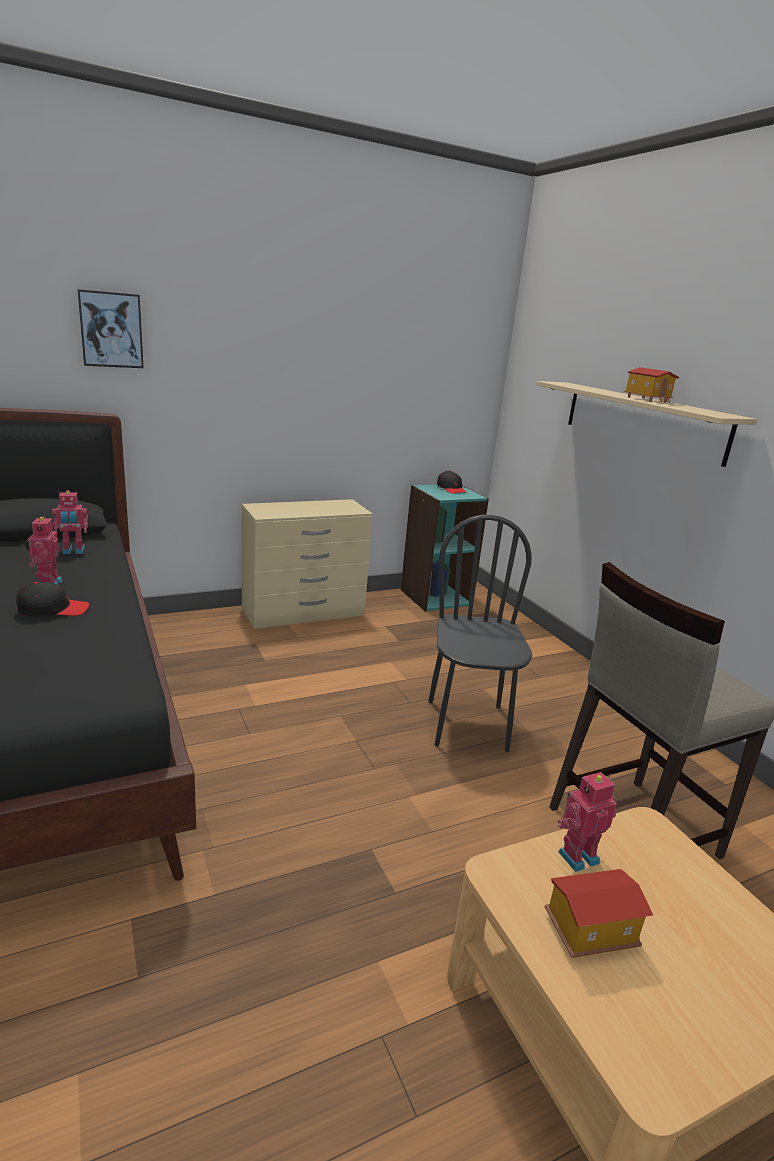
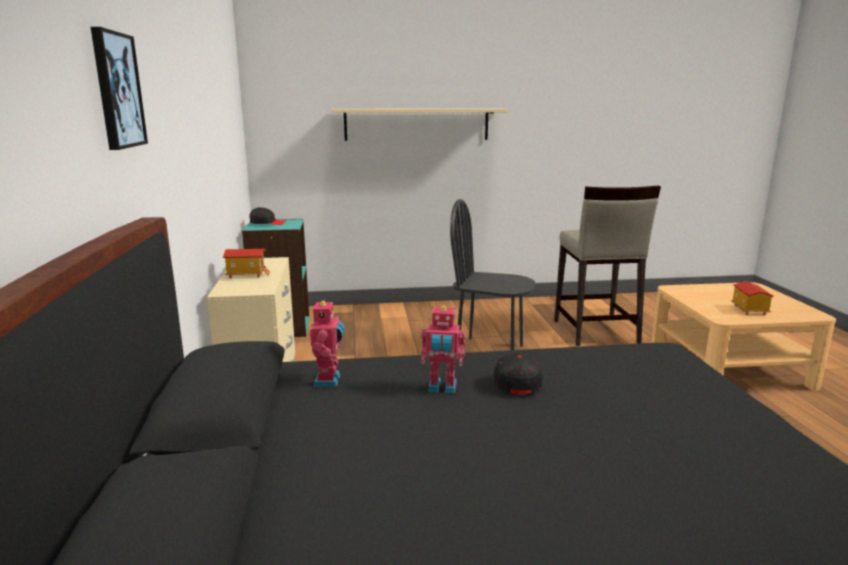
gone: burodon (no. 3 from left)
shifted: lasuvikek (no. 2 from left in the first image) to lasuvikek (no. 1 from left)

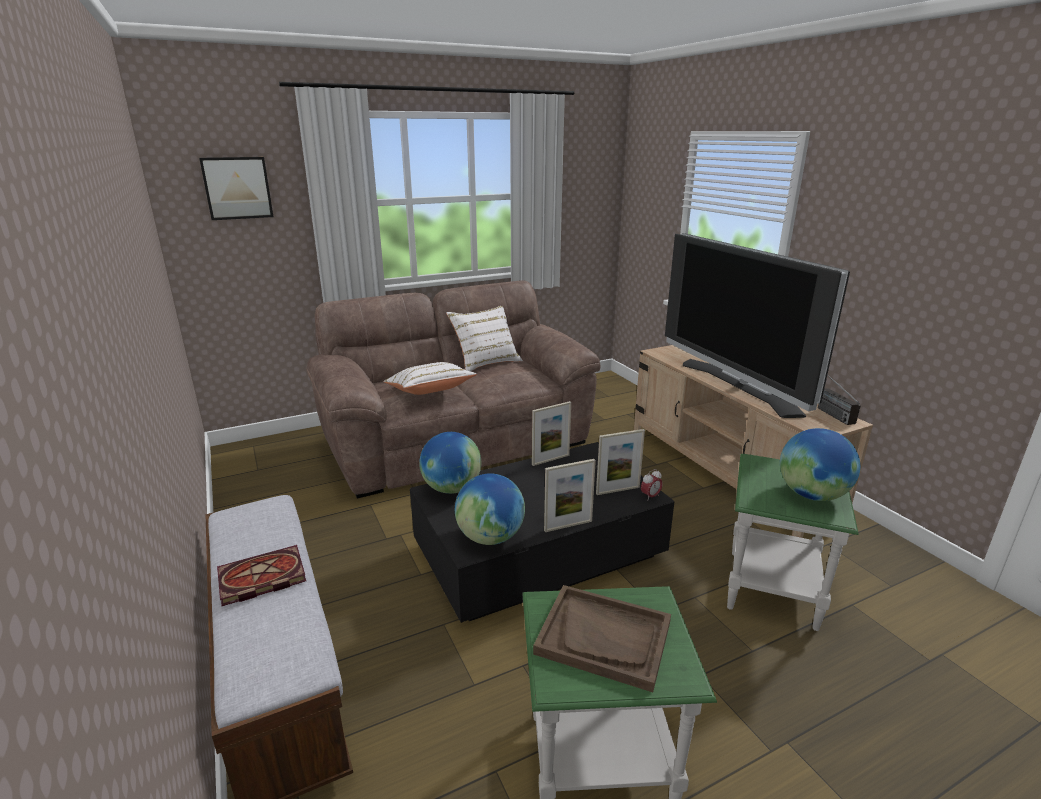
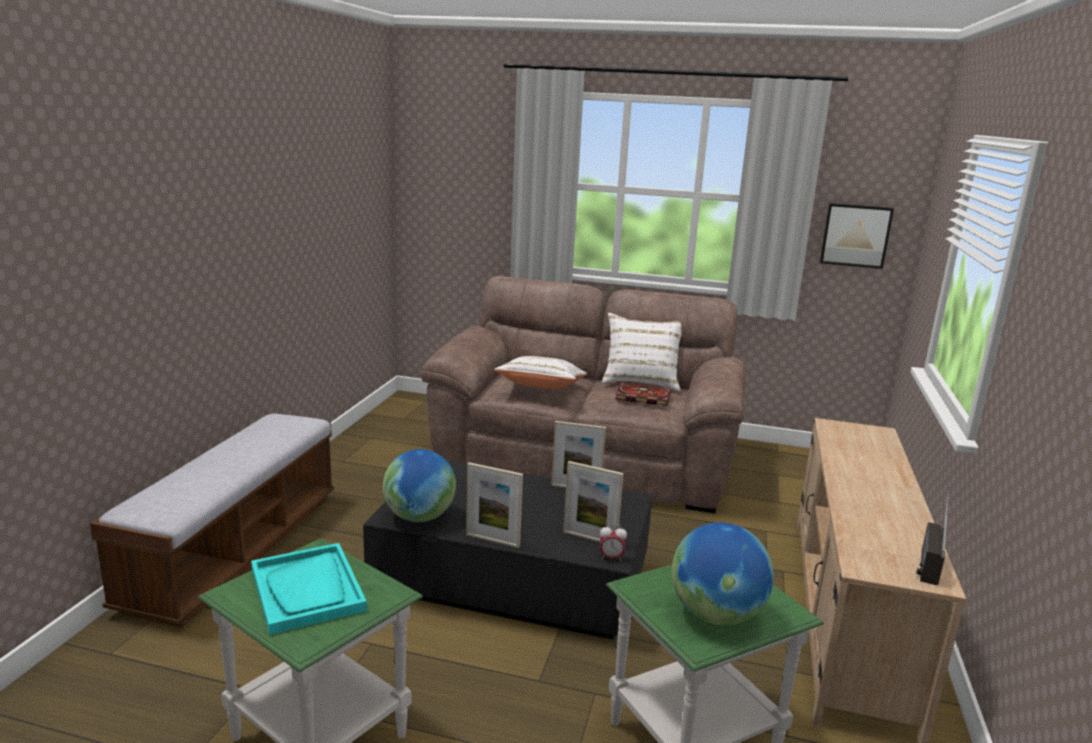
gone: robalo; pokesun (no. 1 from left)
shifted: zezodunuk; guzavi
repainted: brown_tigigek to turquoise_tigigek

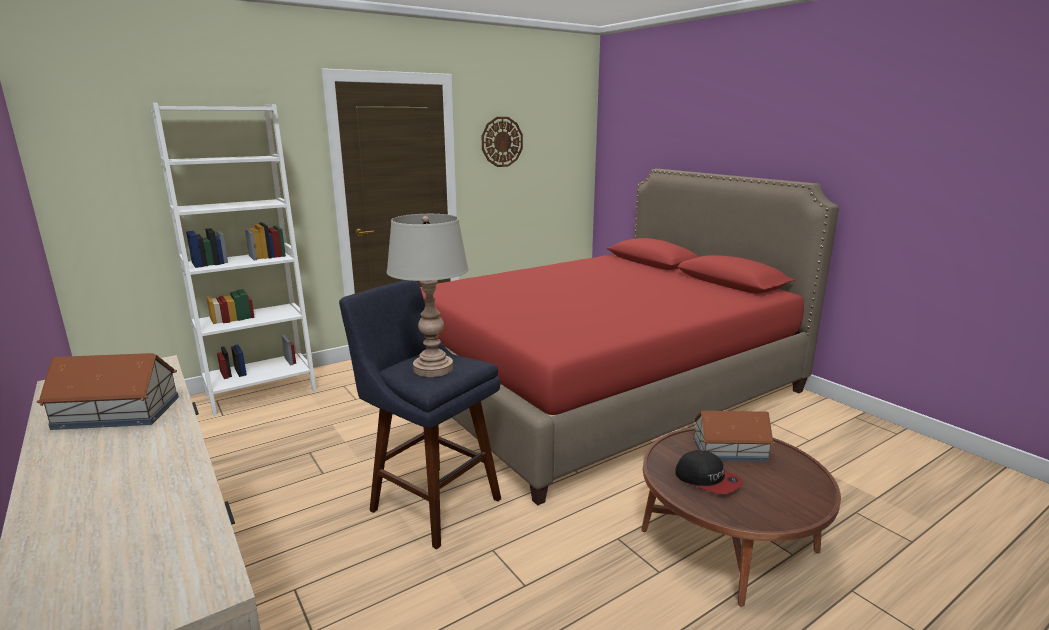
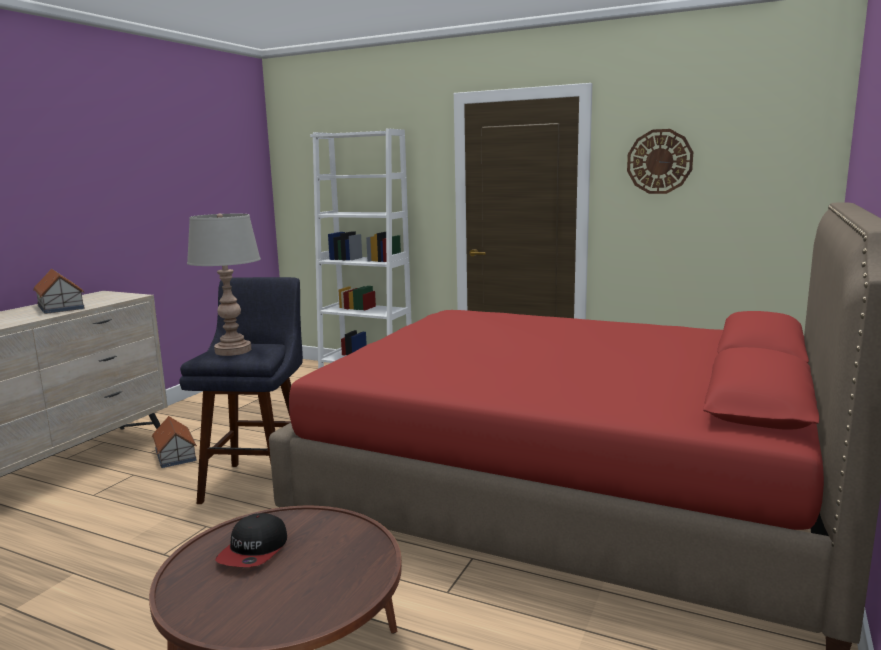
shifted: lasuvikek (no. 2 from left)

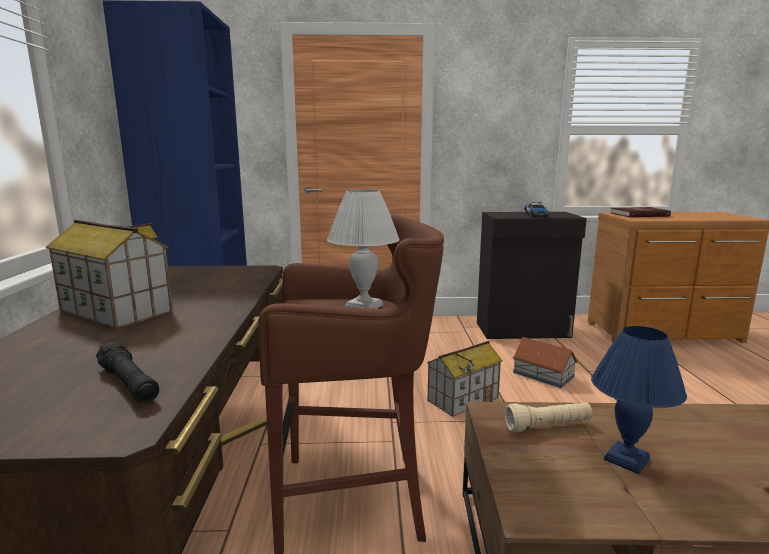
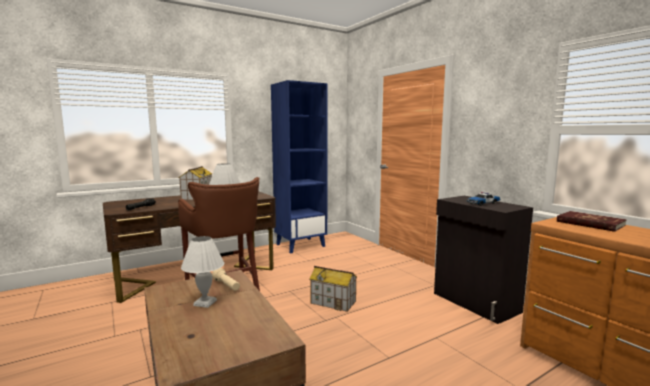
gone: lasuvikek (no. 3 from left)
repainted: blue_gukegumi to white_gukegumi (no. 1 from left)

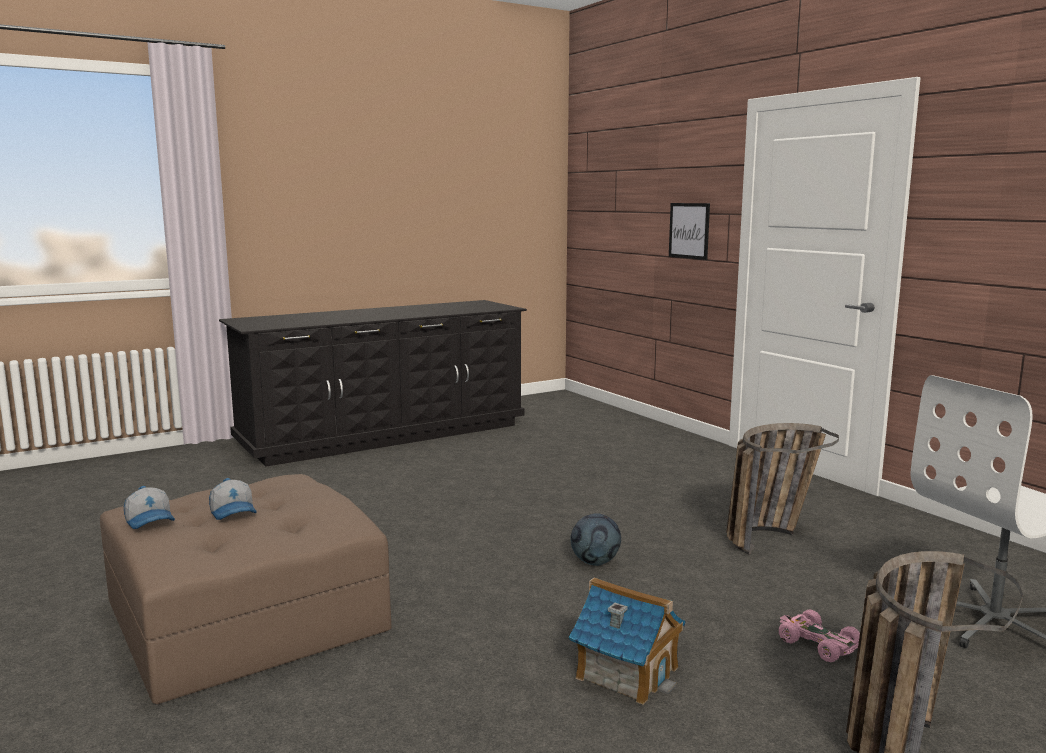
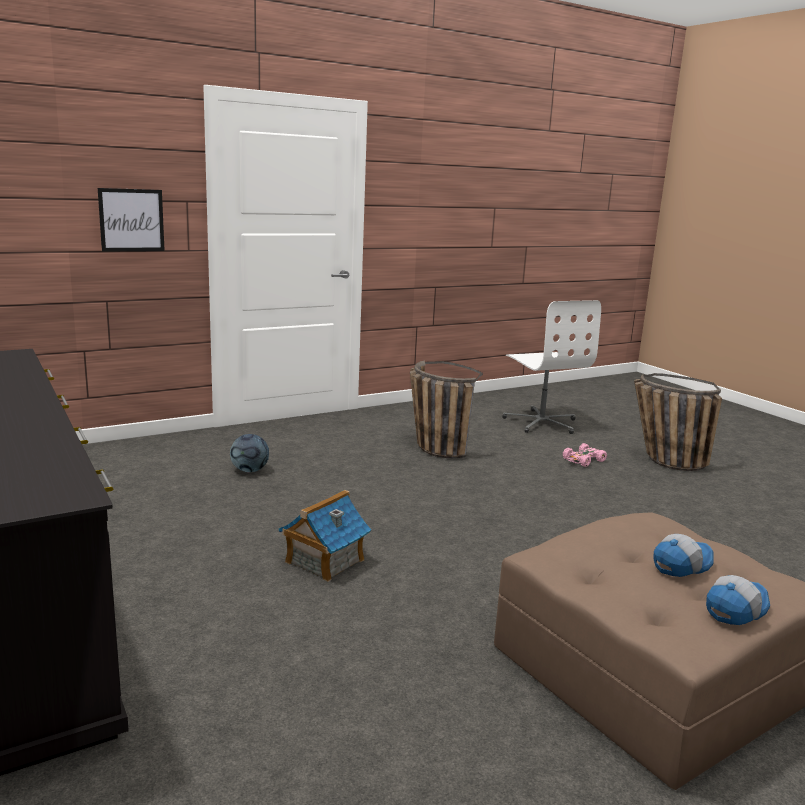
shifted: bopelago; lasuvikek

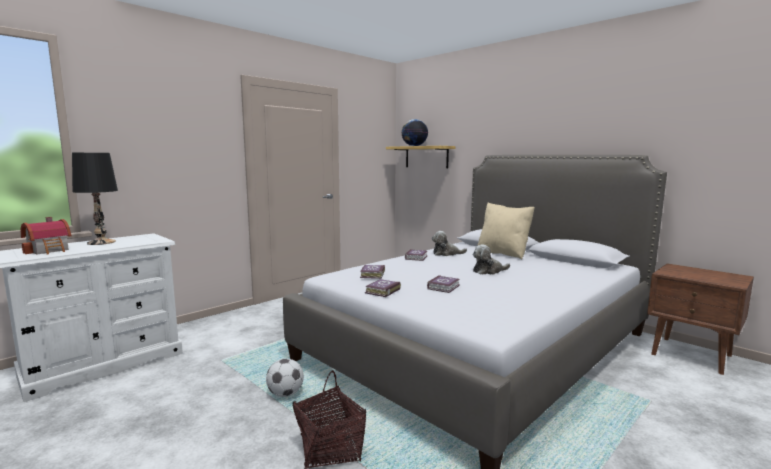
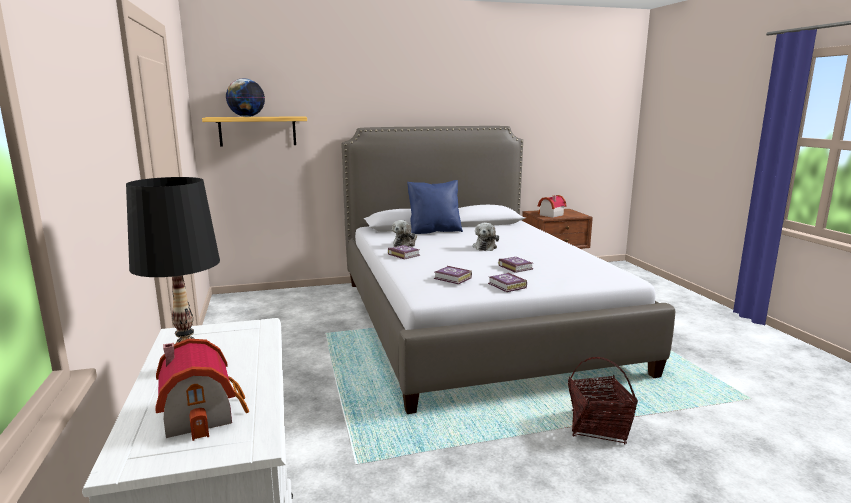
gone: bopelago
new: lasuvikek (no. 2 from left)
repainted: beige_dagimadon to blue_dagimadon

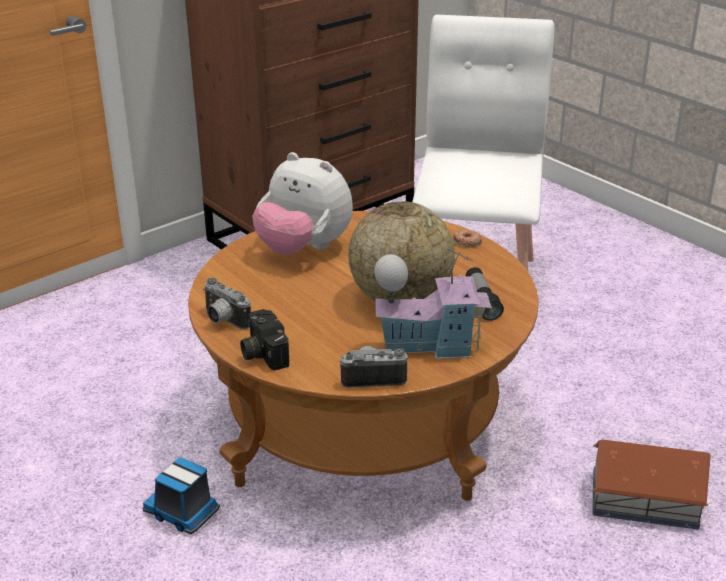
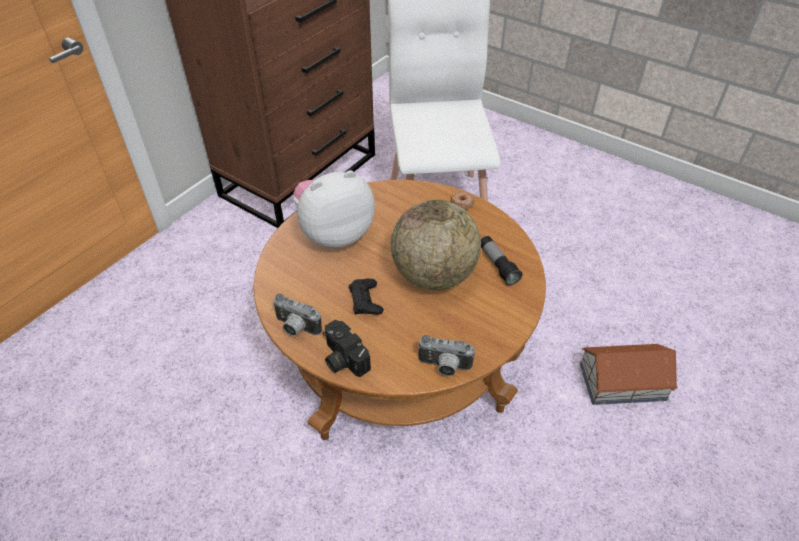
gone: lasuvikek (no. 1 from left); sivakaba
new: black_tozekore
rotated: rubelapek 135 degrees clockwise; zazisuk (no. 3 from left) 150 degrees counterclockwise

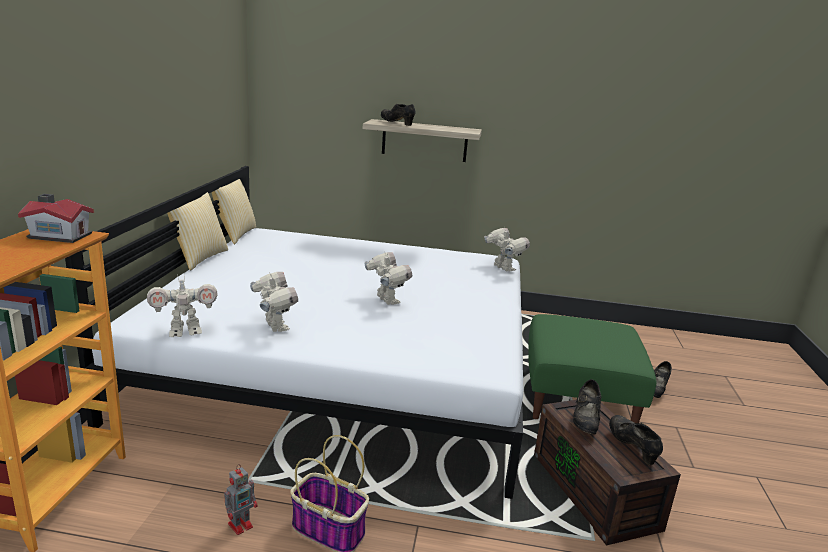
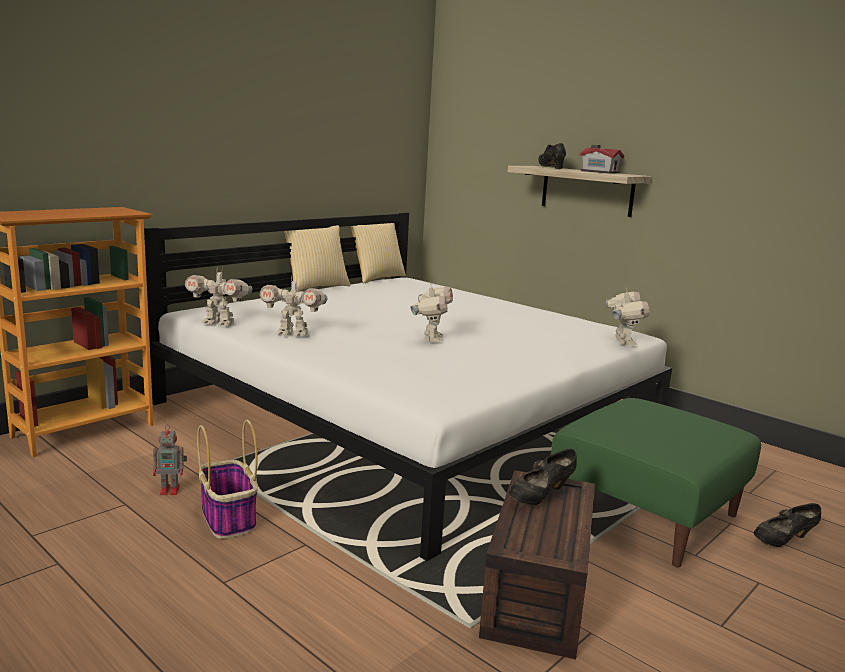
gone: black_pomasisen (no. 3 from left)
shifted: lasuvikek
rotated: burodon (no. 3 from left) 90 degrees clockwise

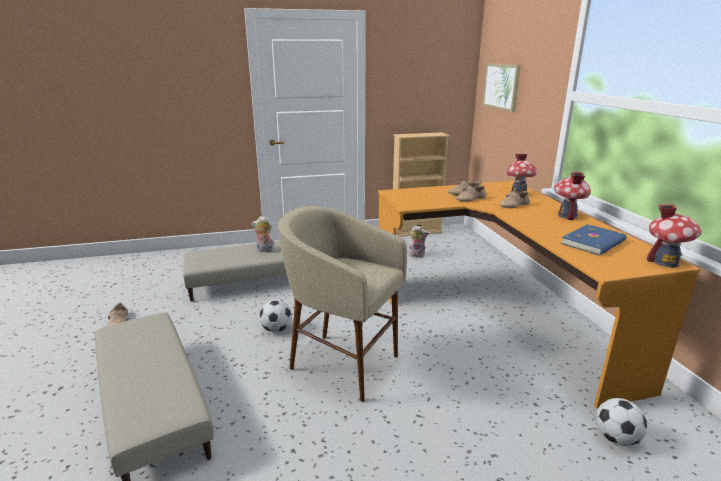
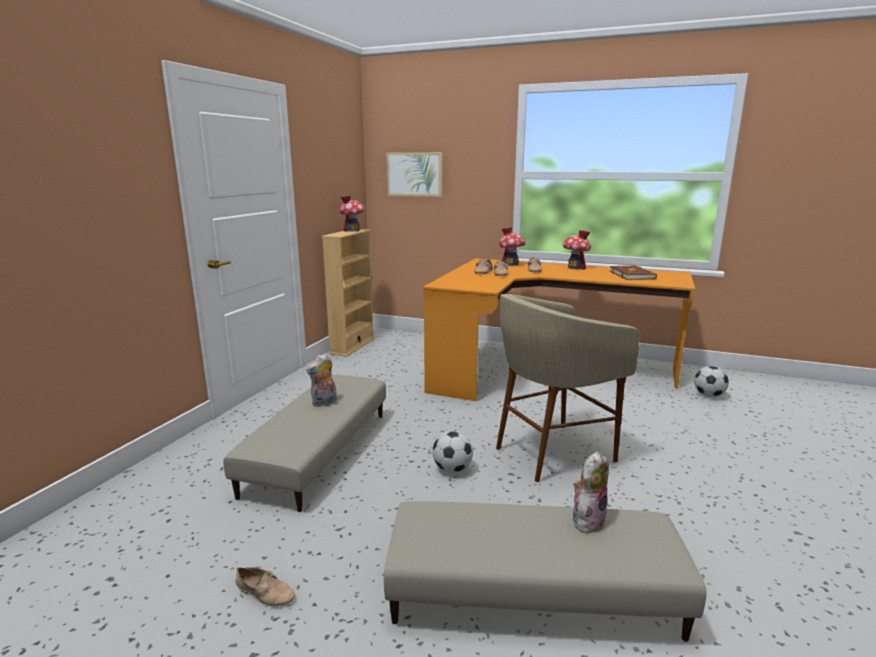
shifted: lasuvikek (no. 3 from left in the first image) to lasuvikek (no. 1 from left); rubelapek (no. 2 from left)
repainted: blue_guzavi to brown_guzavi

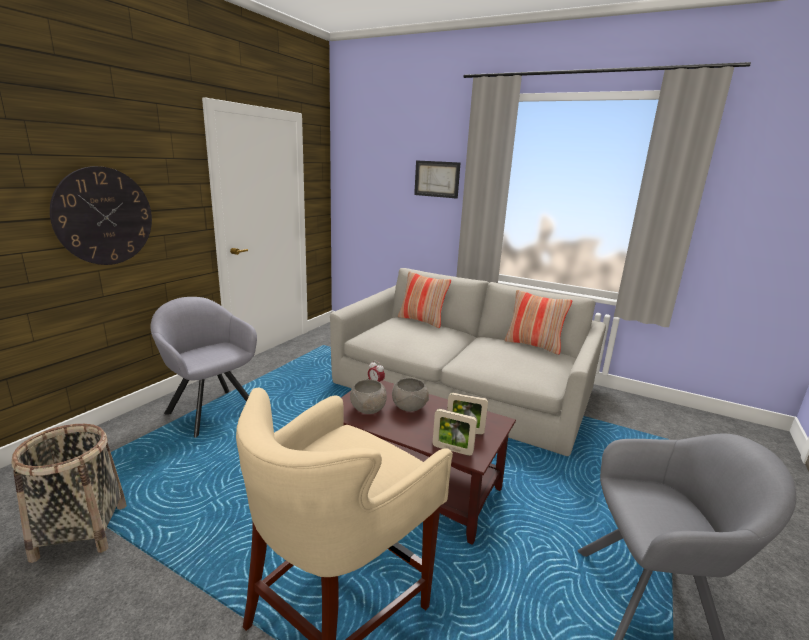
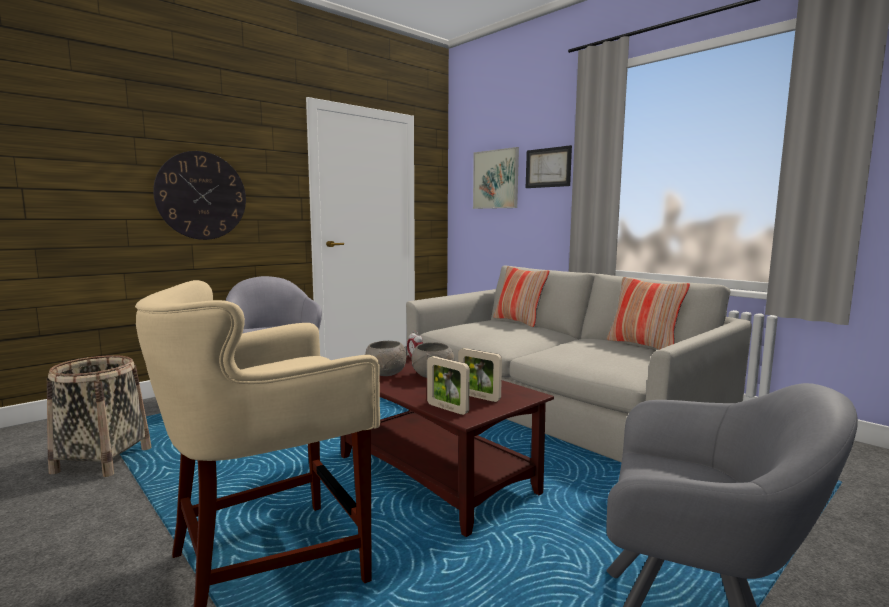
new: zezodunuk (no. 1 from left)

